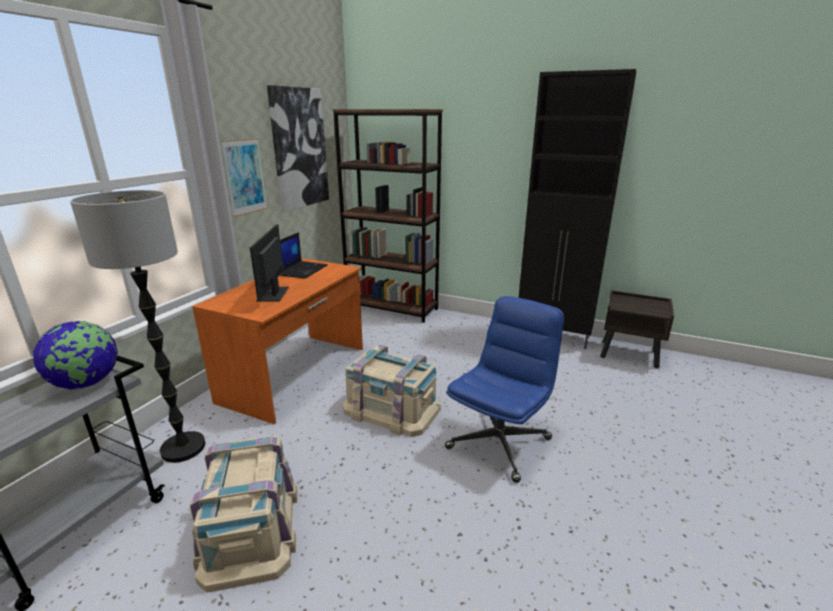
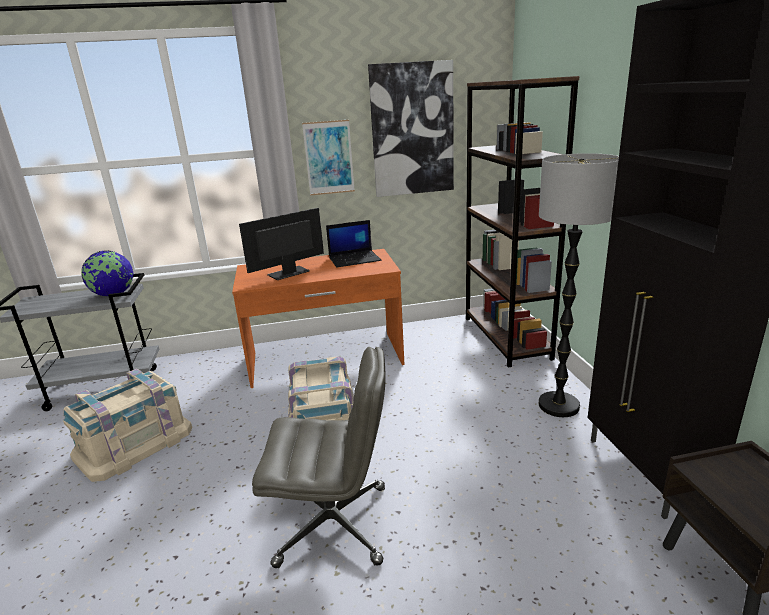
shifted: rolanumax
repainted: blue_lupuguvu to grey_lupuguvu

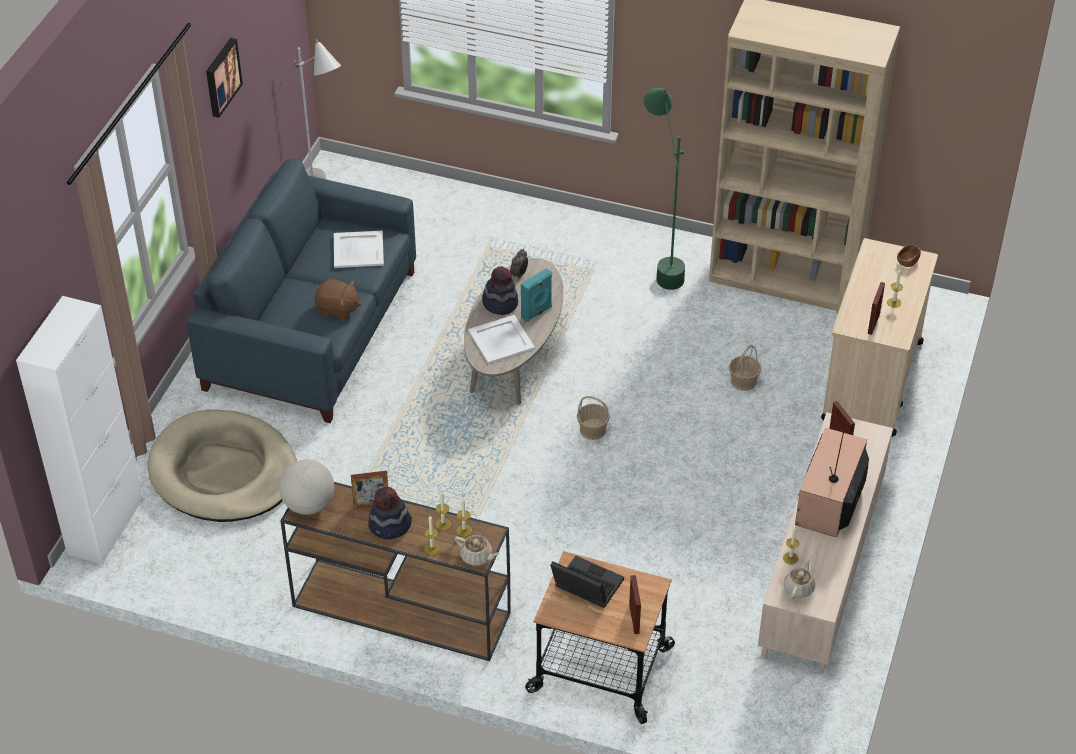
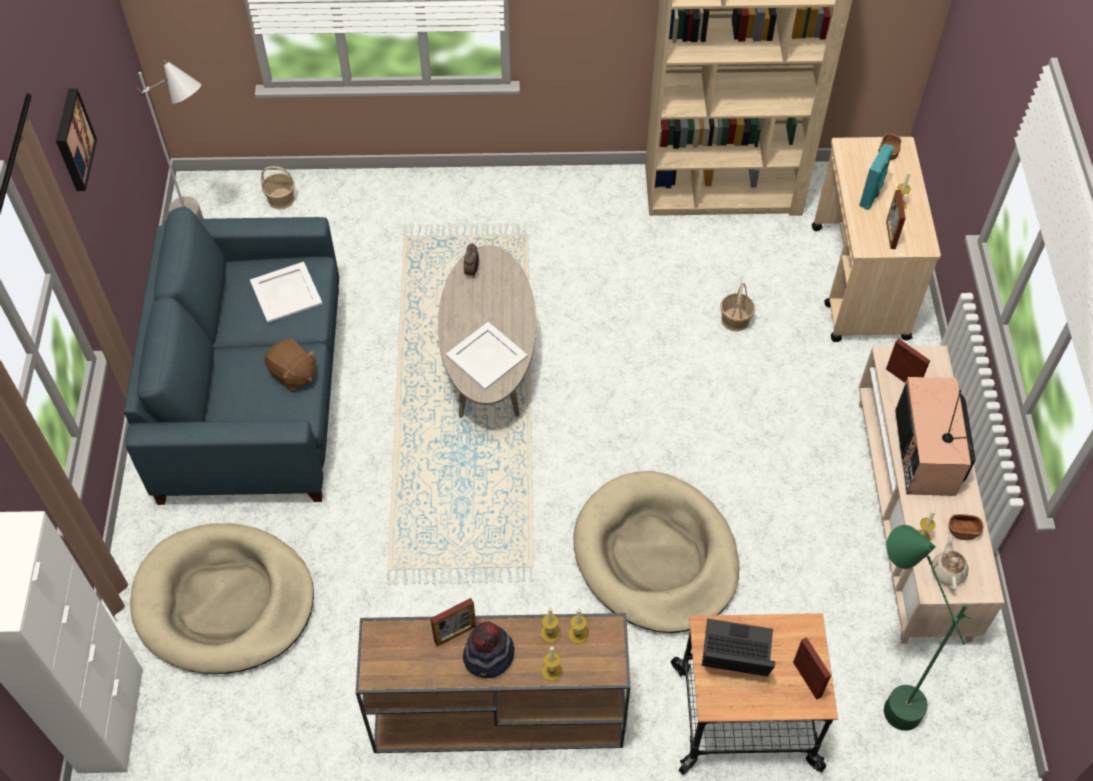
gone: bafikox (no. 2 from left); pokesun; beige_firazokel (no. 1 from left)
new: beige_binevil (no. 2 from left); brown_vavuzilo (no. 2 from left)
shifted: green_rolanumax; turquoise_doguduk; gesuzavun (no. 1 from left)
rotated: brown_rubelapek 45 degrees clockwise

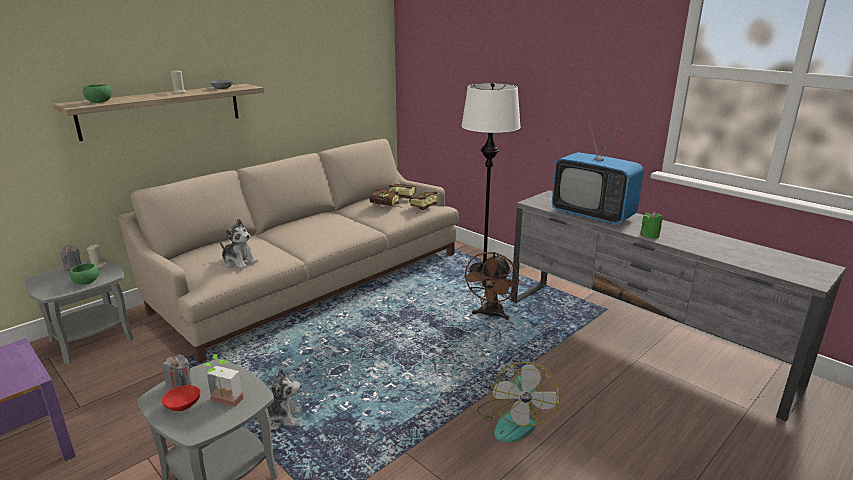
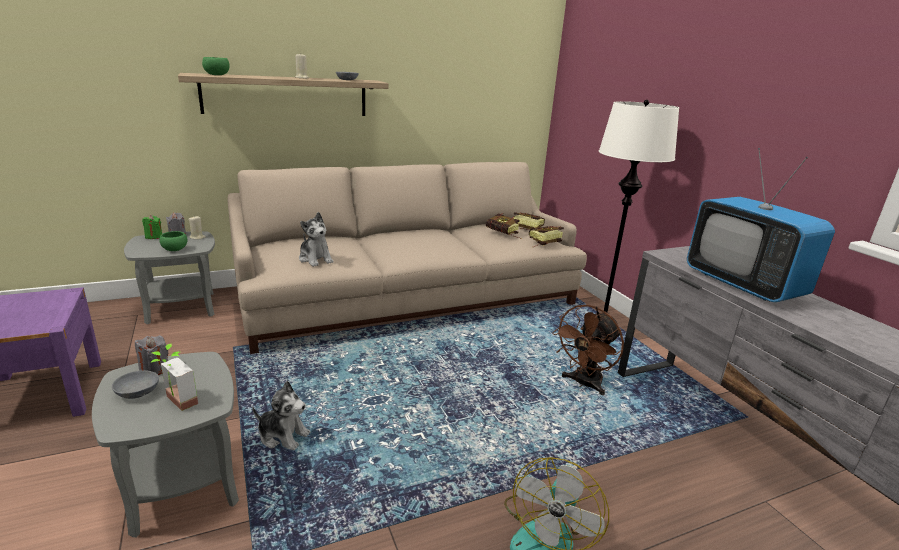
shifted: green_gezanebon
repainted: red_vavuzilo to grey_vavuzilo (no. 1 from left)

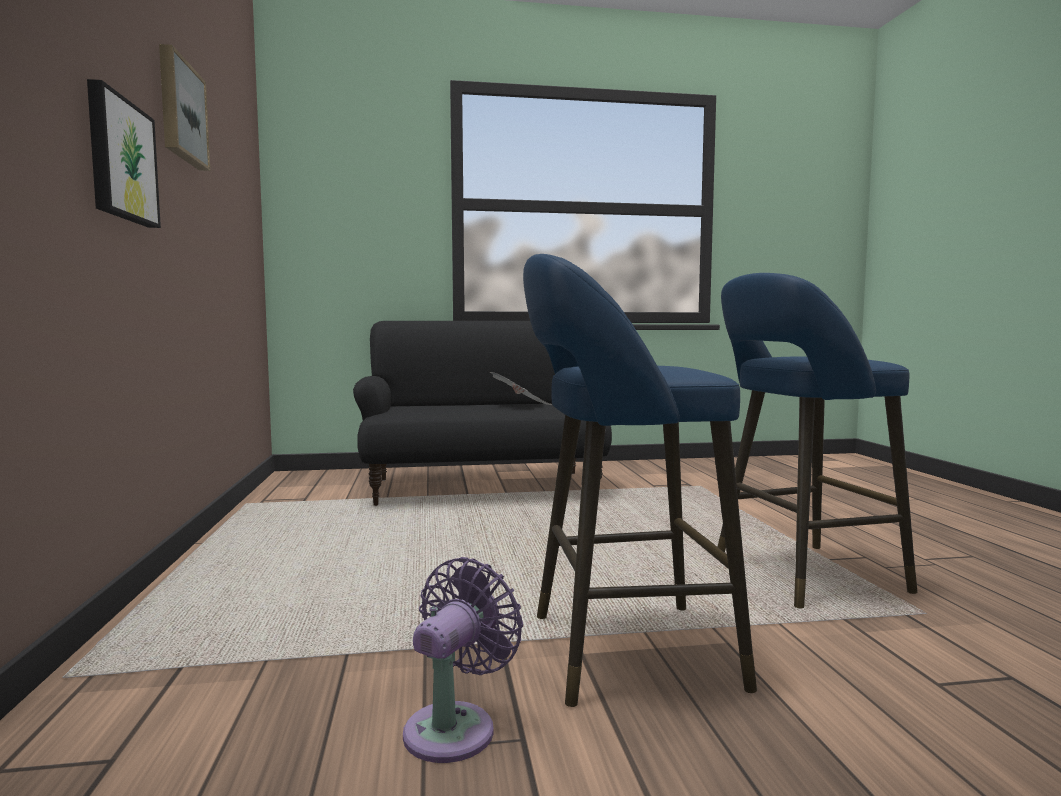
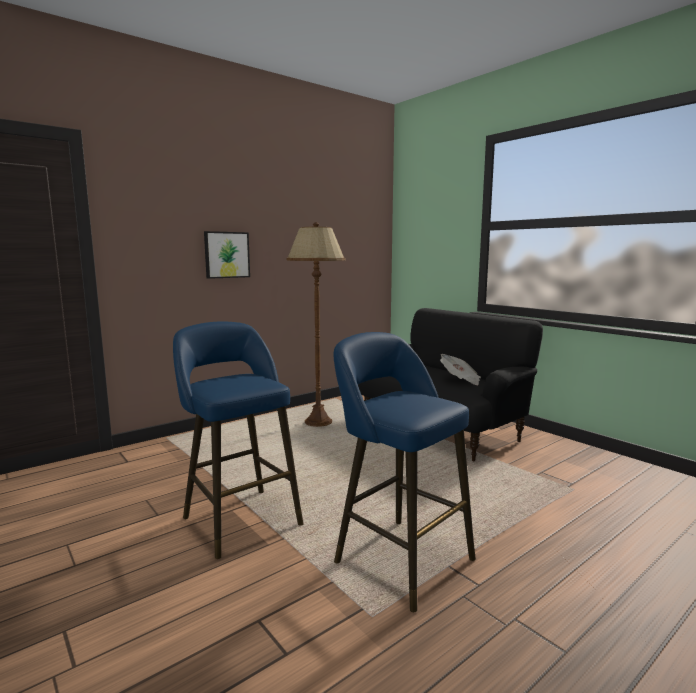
gone: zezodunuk (no. 2 from left); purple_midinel
new: brown_rolanumax

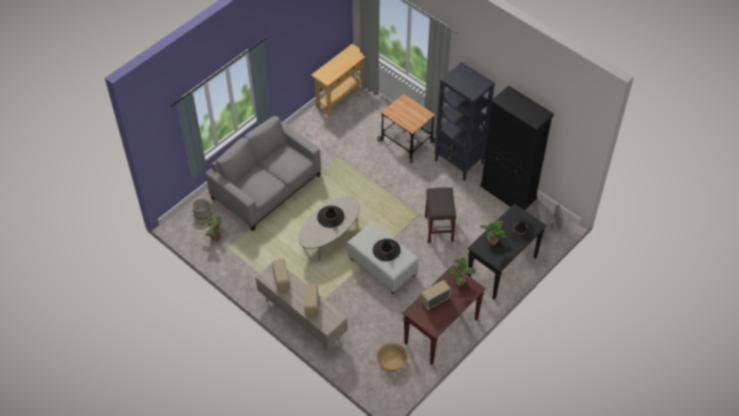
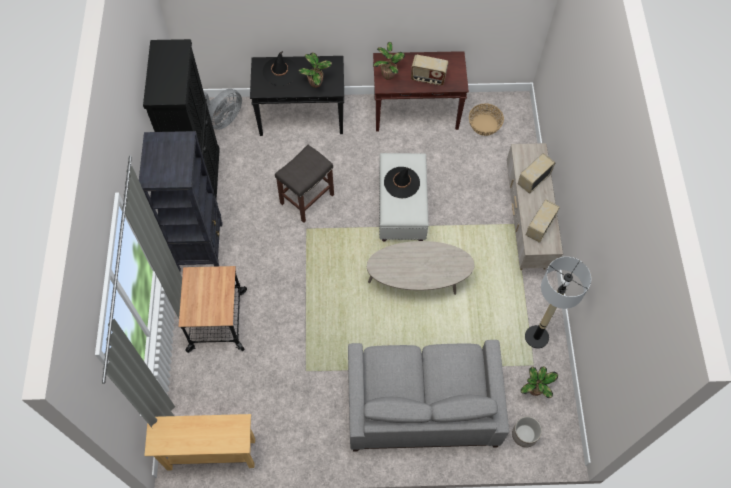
gone: black_bafikox (no. 1 from left)
new: rolanumax

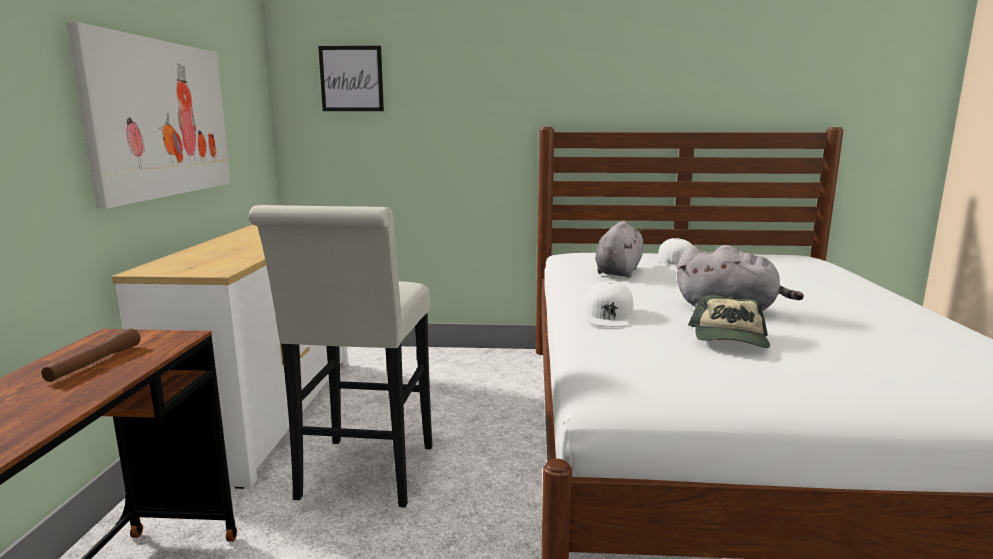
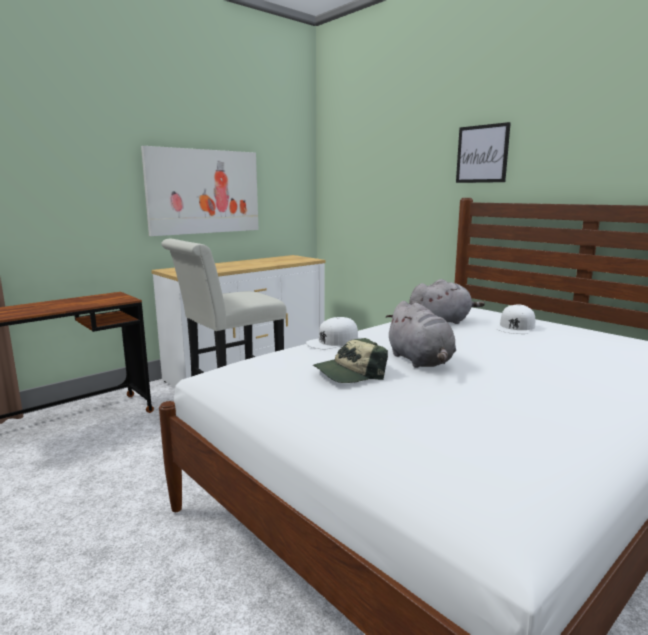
gone: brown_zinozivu
shifted: zezodunuk (no. 2 from left)

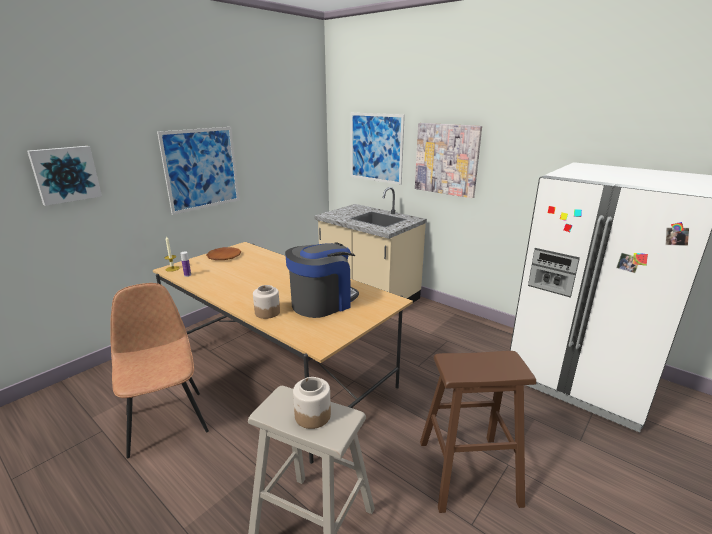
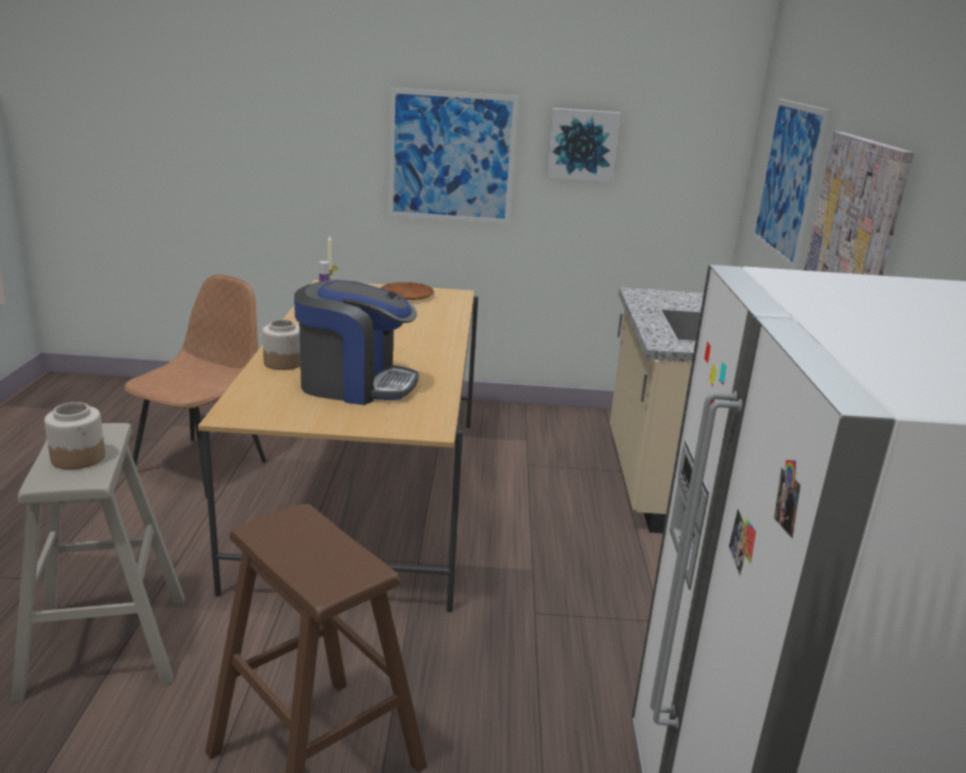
shifted: zezodunuk (no. 1 from left in the first image) to zezodunuk (no. 2 from left)

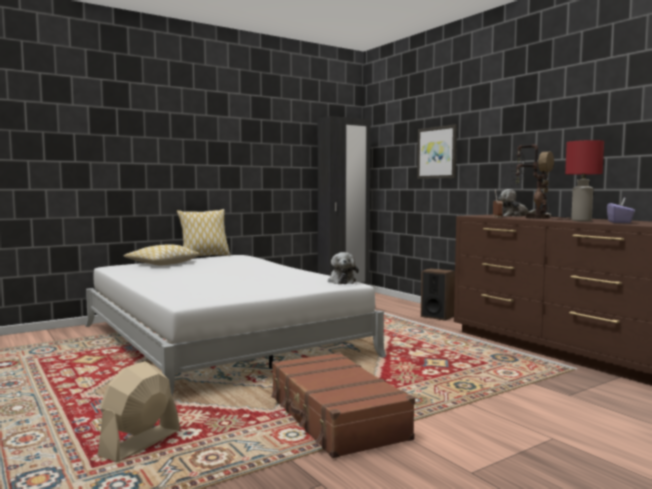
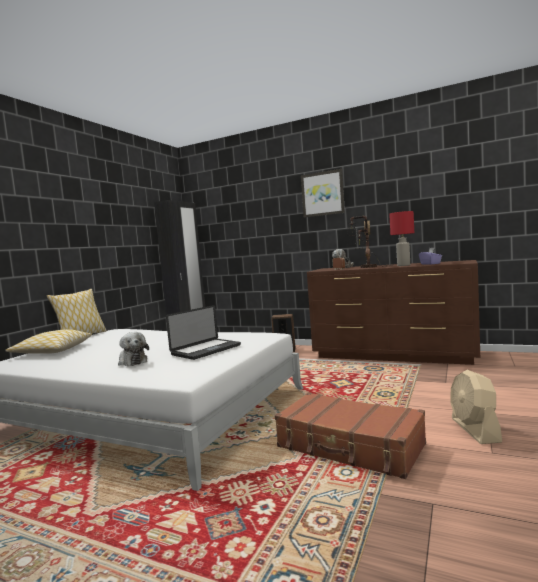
new: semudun
shifted: zezodunuk; rubelapek (no. 1 from left); beige_midinel

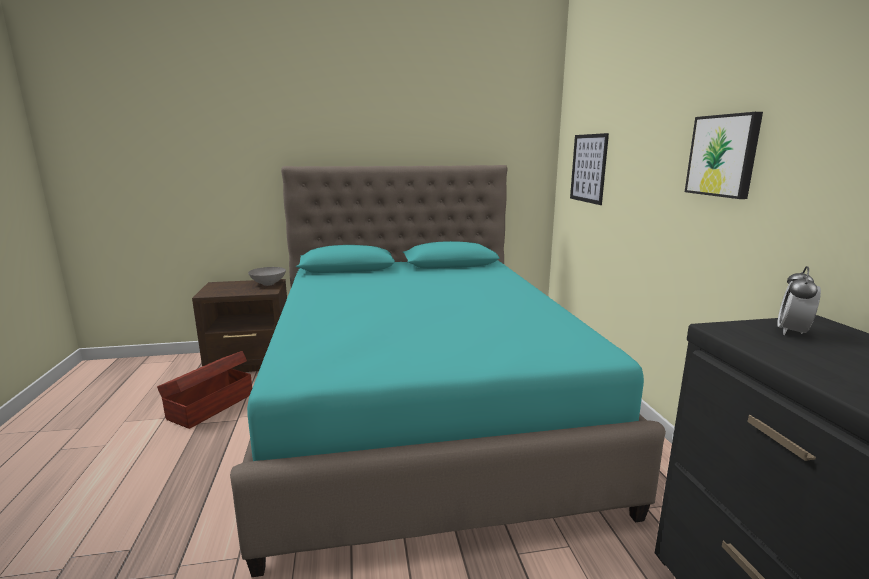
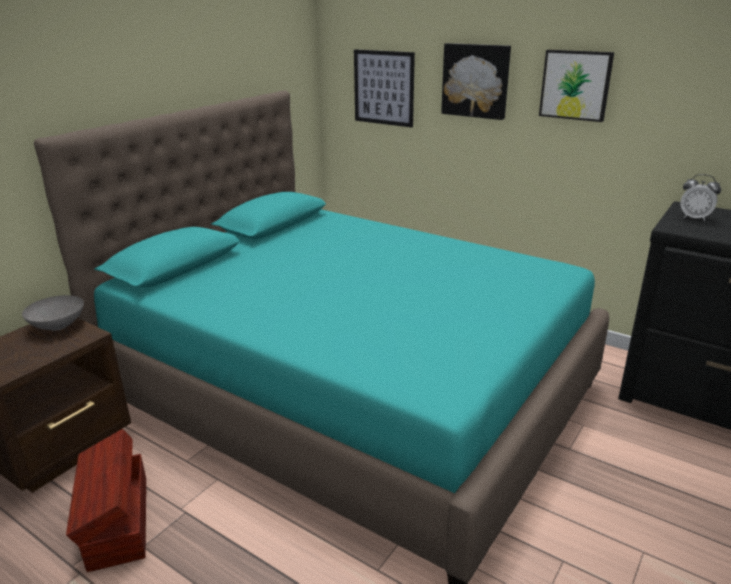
new: zezodunuk (no. 2 from left)
rotated: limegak 45 degrees counterclockwise

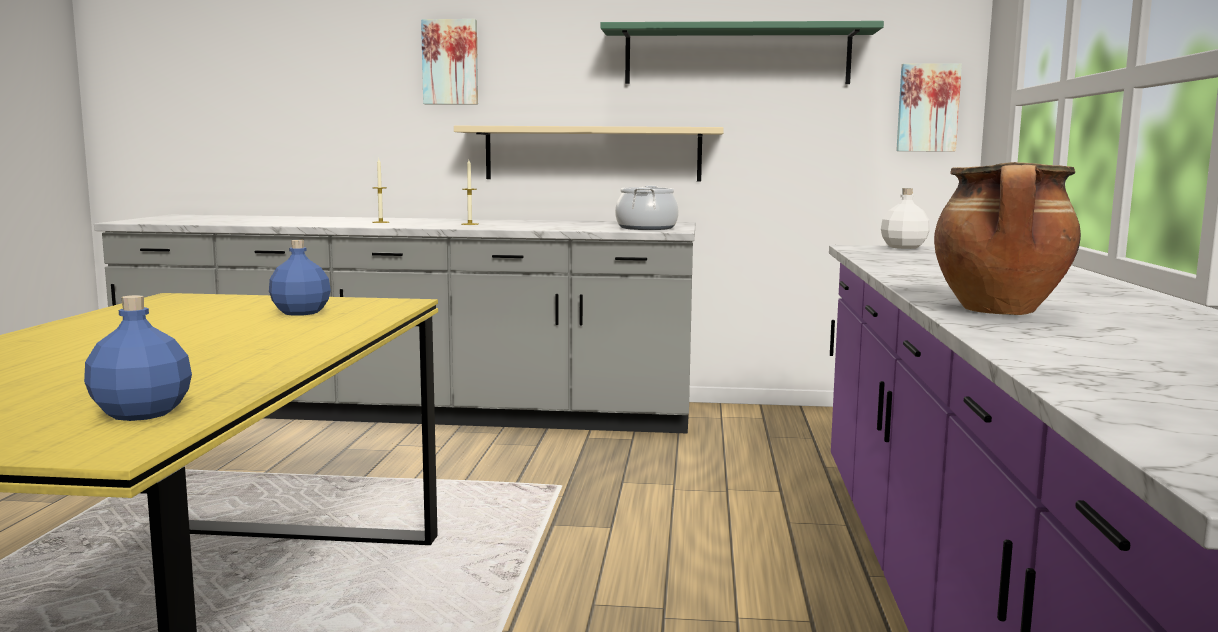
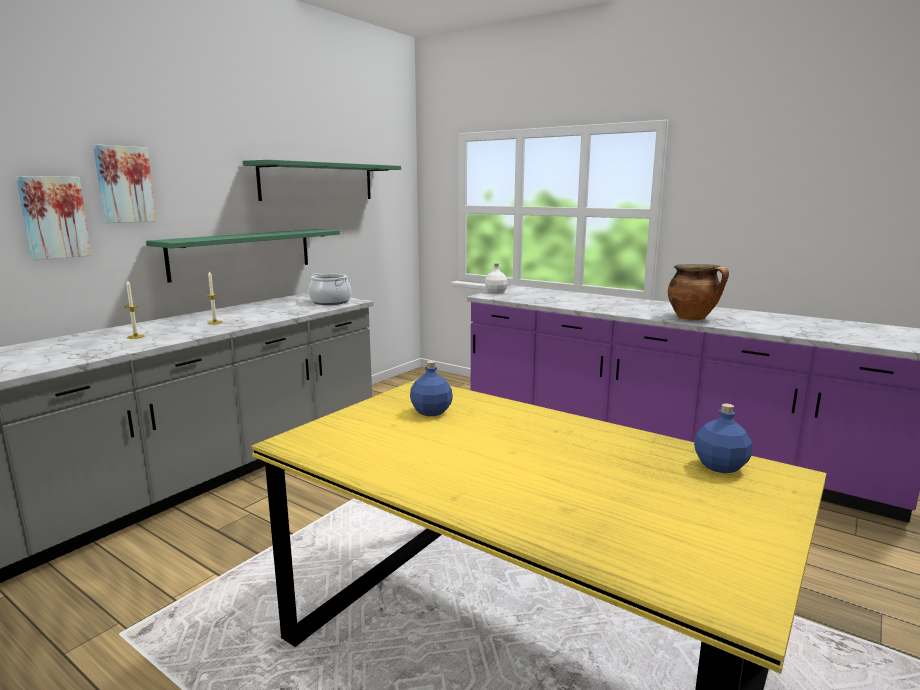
shifted: zezodunuk (no. 2 from left in the first image) to zezodunuk (no. 1 from left)
repainted: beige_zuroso to green_zuroso (no. 1 from left)

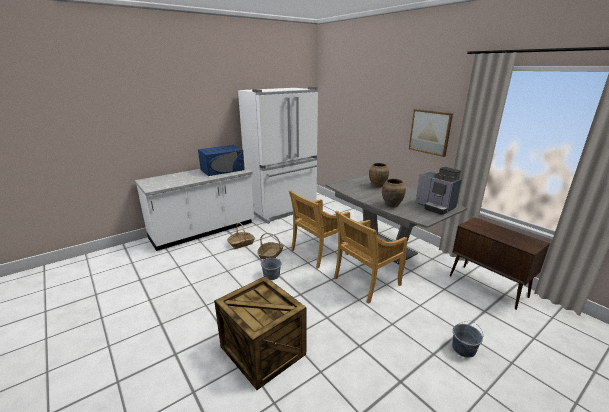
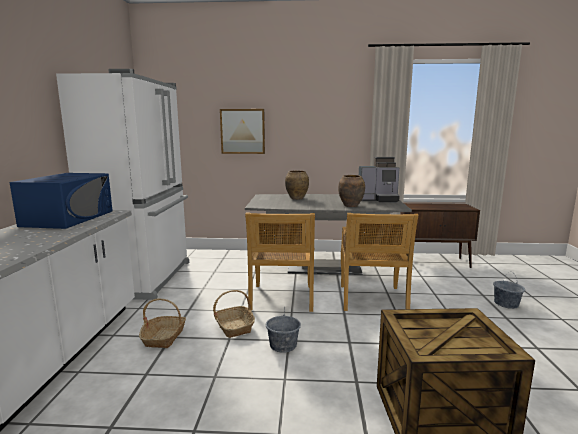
shifted: zezodunuk

